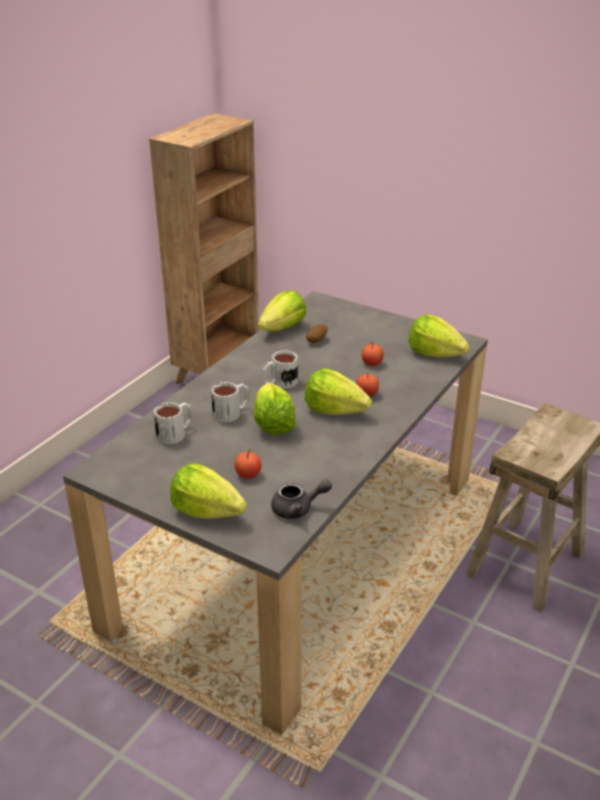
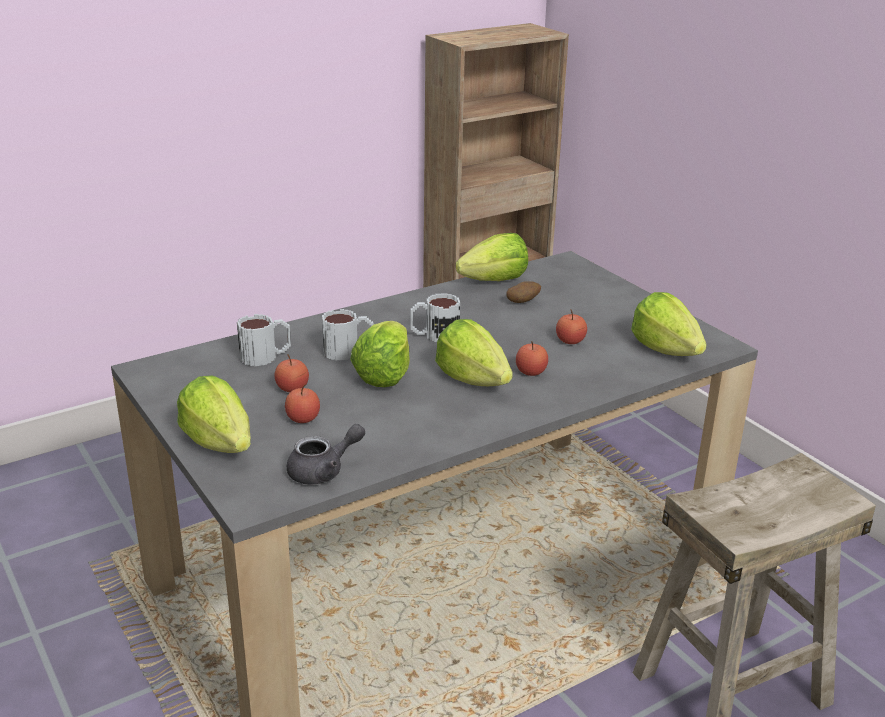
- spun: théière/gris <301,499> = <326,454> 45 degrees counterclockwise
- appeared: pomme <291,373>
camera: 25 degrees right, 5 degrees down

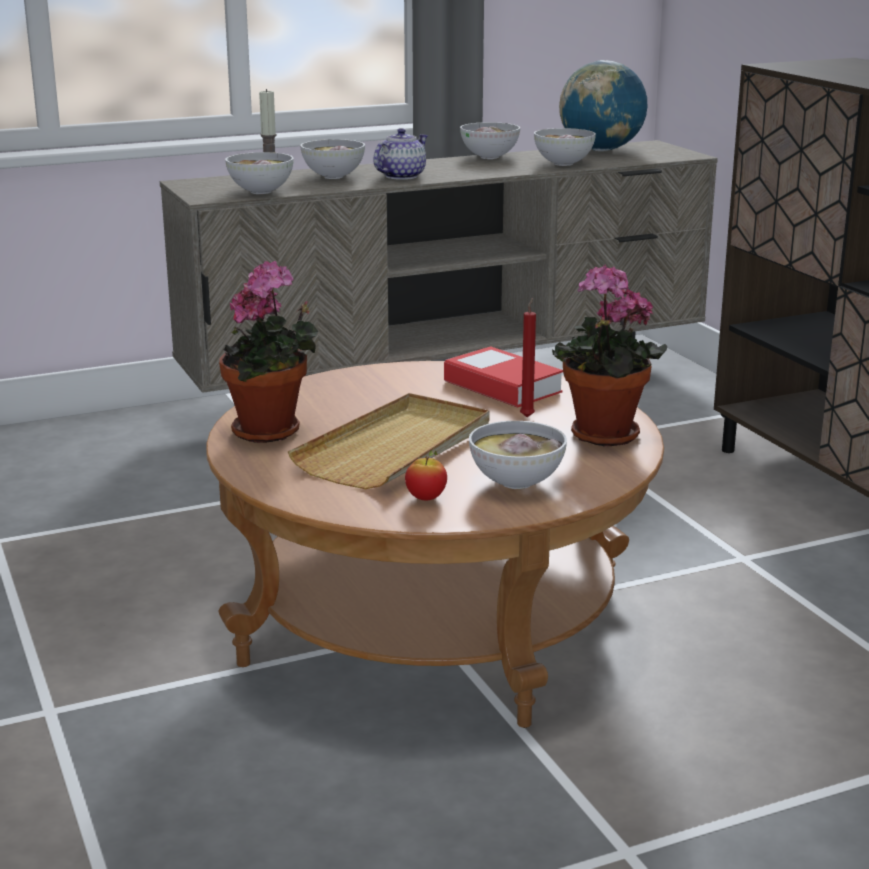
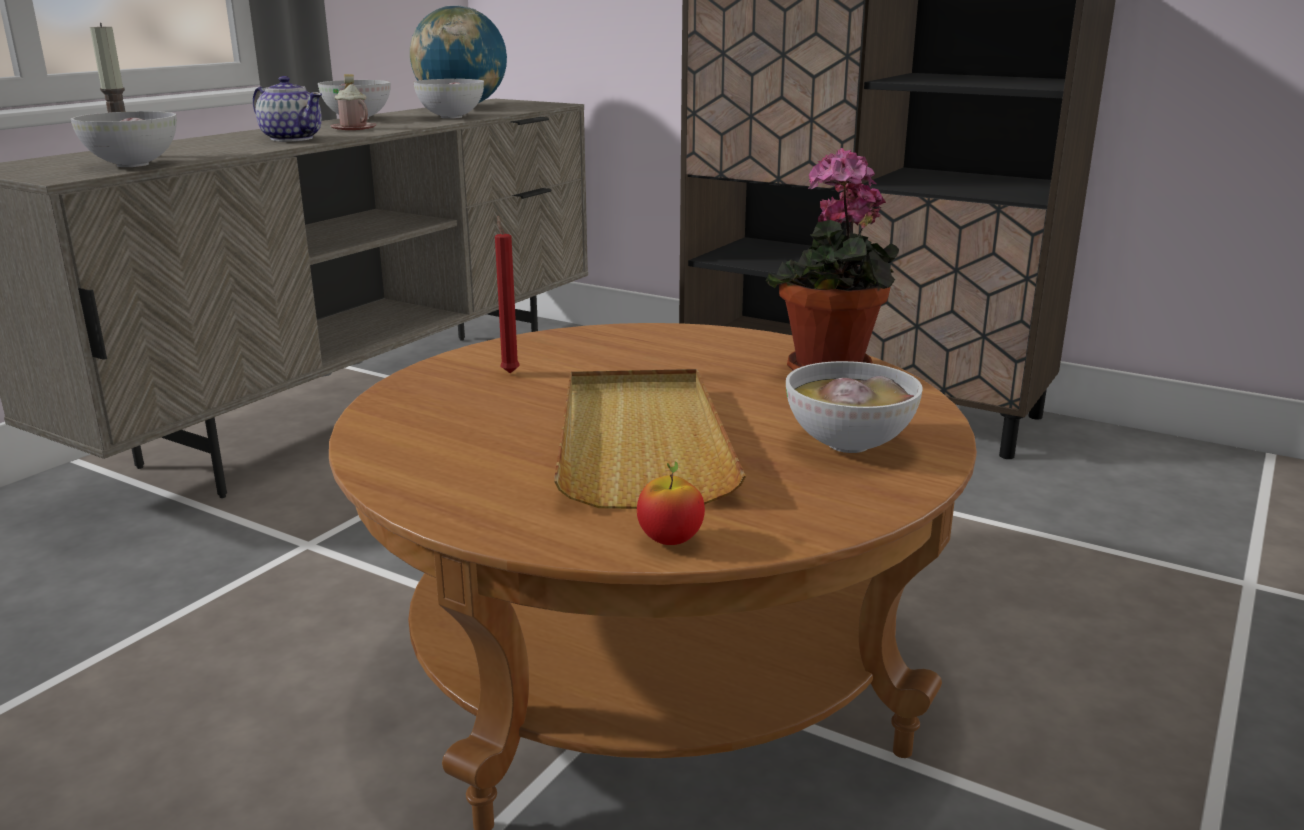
- missing: plante en pot <268,352>
- missing: bol <332,159>
- spun: théière <400,154> = <287,108> 120 degrees clockwise
- relocated: pomme <426,475> to <671,503>
- missing: livre <503,377>
- relocated: bougie/rouge <528,357> to <507,295>
- appeared: mug/rose <354,102>
camera: 35 degrees left, 0 degrees up

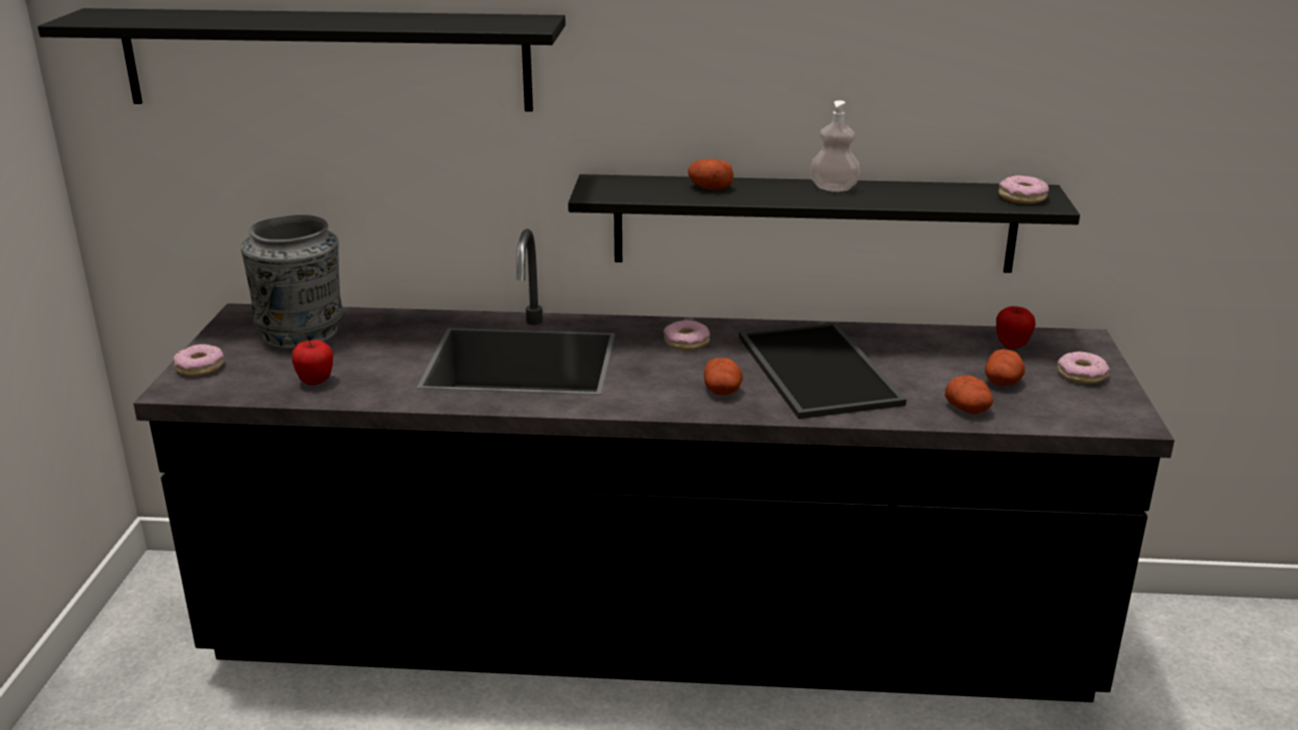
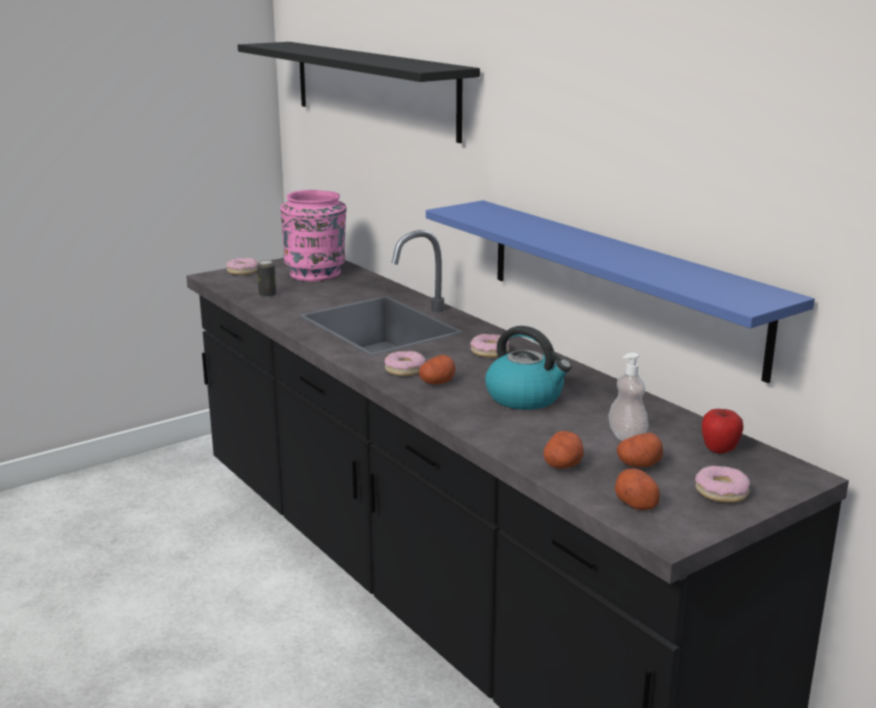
- colour: vase/gris <292,282> to vase/rose <313,236>
- exchanged: pomme <312,362> to boîte métallique <266,278>
- colour: étagère/noir <824,223> to étagère/bleu <620,291>
- relocated: pomme de terre <711,174> to <637,489>
- exchanged: plateau <822,370> to bouilloire <528,368>
- relocated: distributeur de savon <835,146> to <628,397>
- relocated: beignet <1023,189> to <405,363>
camera: 50 degrees right, 5 degrees down

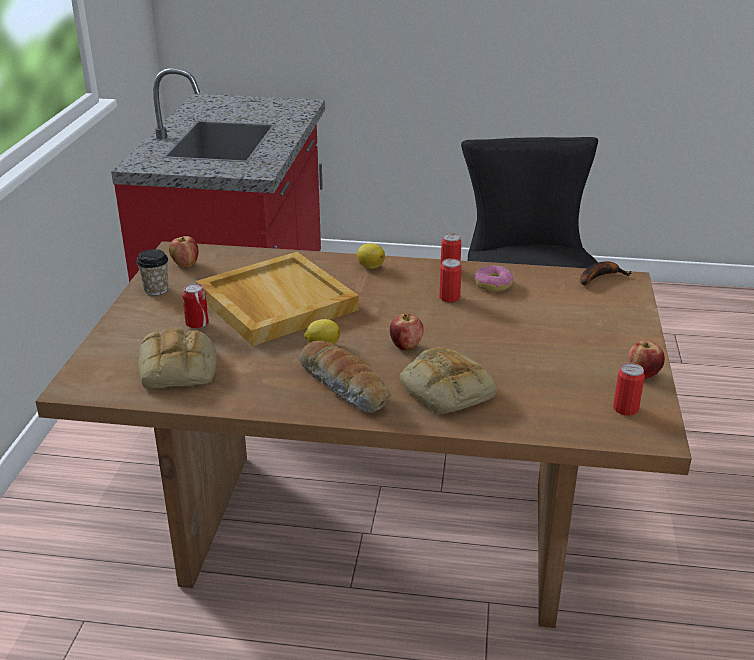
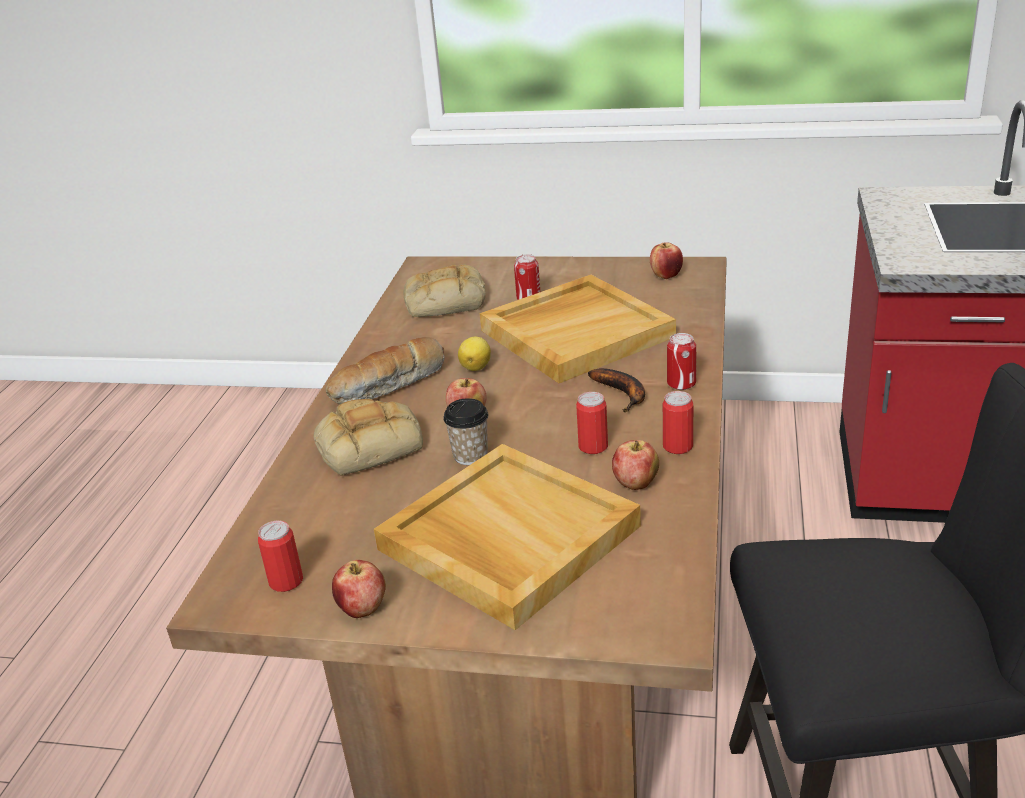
- relocated: tasse <152,272> to <466,431>
- exchanged: citron <371,256> to boîte métallique <681,361>
- exchanged: beignet <493,278> to pomme <635,465>
- relocated: banane <606,273> to <616,390>
- appeared: plateau/beige <507,537>
camera: 95 degrees right, 0 degrees up

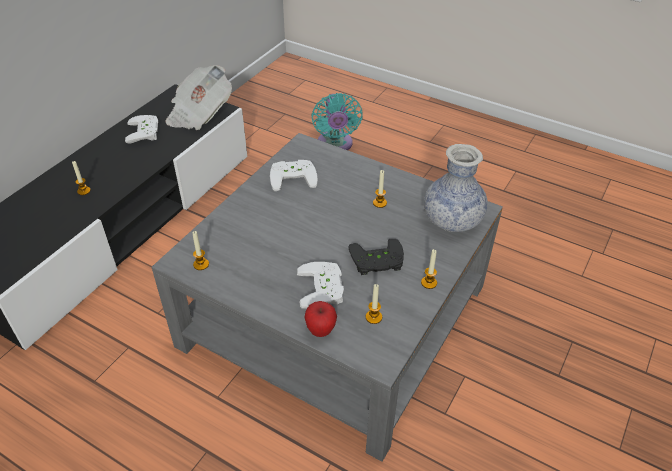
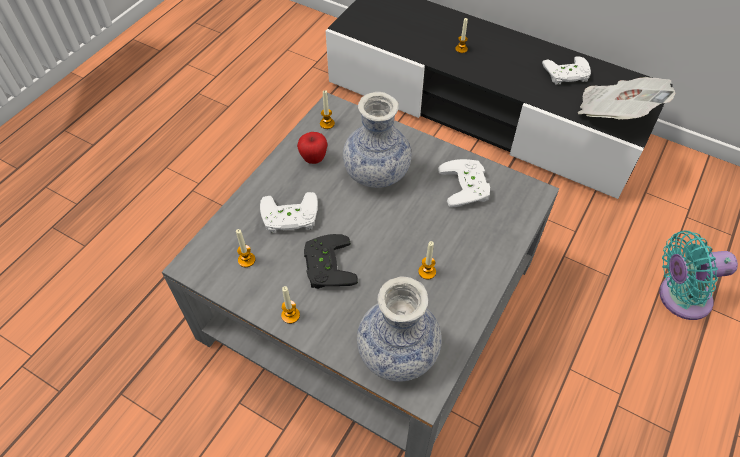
- relocated: pomme <320,319> to <312,148>
- appeared: vase <377,140>
camera: 90 degrees right, 10 degrees up

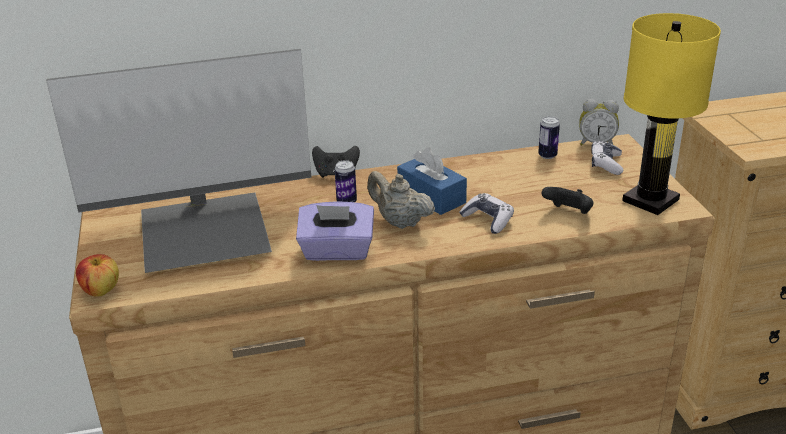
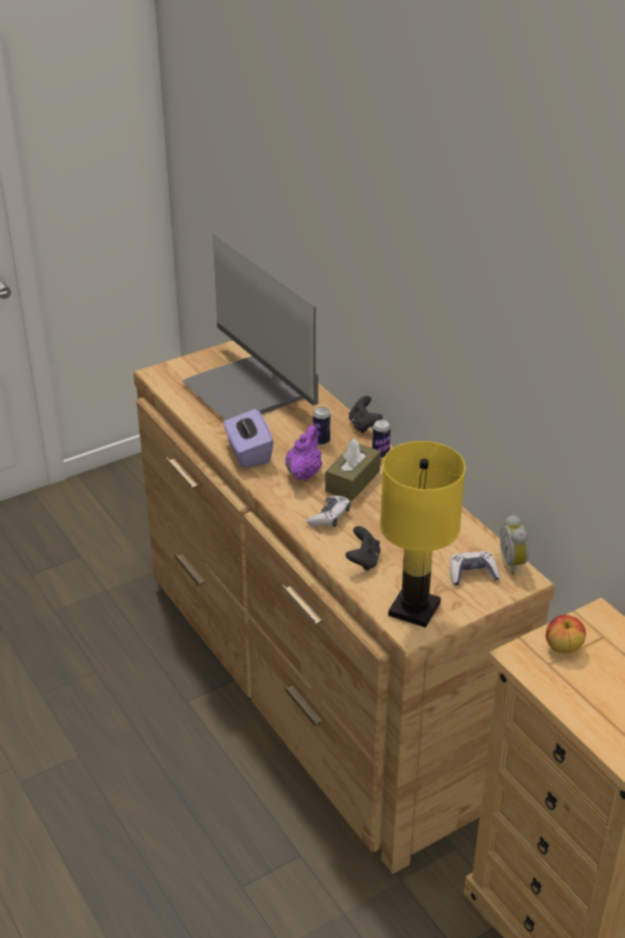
- relocated: pomme <97,275> to <566,634>
- colour: théière/beige <401,200> to théière/violet <303,453>
- colour: boîte à mouchoirs/bleu <432,181> to boîte à mouchoirs/marron <353,470>
- relocated: boîte métallique <549,137> to <381,439>
camera: 70 degrees right, 5 degrees up

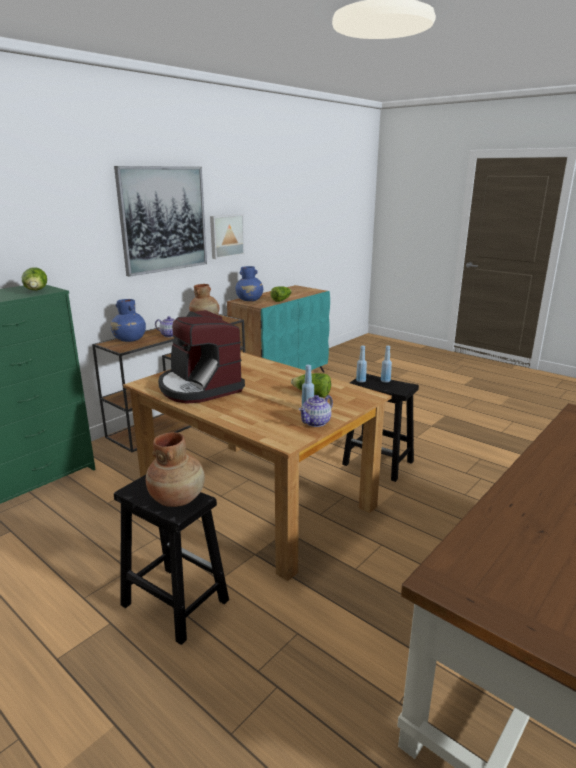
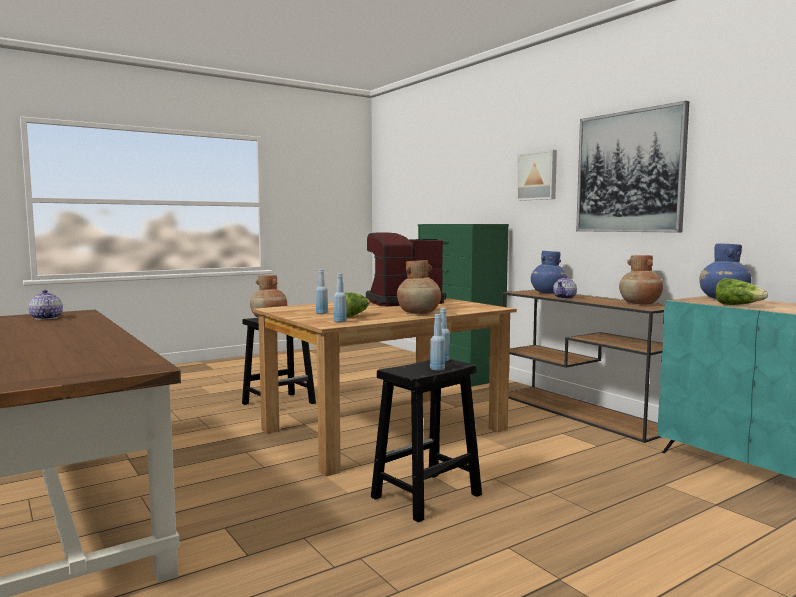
- missing: laitue <34,278>
- relocated: tableau <227,236> to <536,175>
- relocated: théière <316,411> to <46,305>
- appeared: bouteille/bleu <340,298>
- appeared: vase/marron <419,287>
camera: 105 degrees right, 15 degrees down

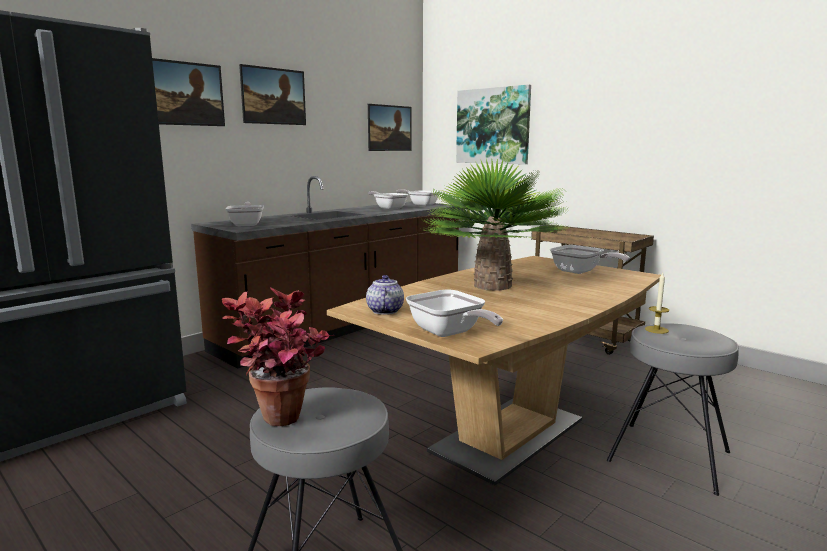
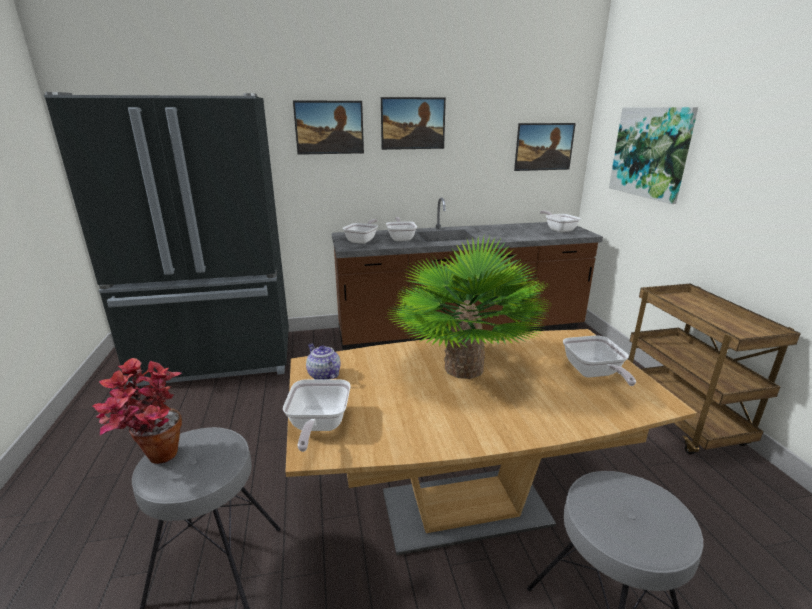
- spun: théière <385,295> = <323,361> 75 degrees counterclockwise
- relocated: poêle <388,200> to <401,229>
- missing: bougie <657,303>
camera: 35 degrees right, 10 degrees up

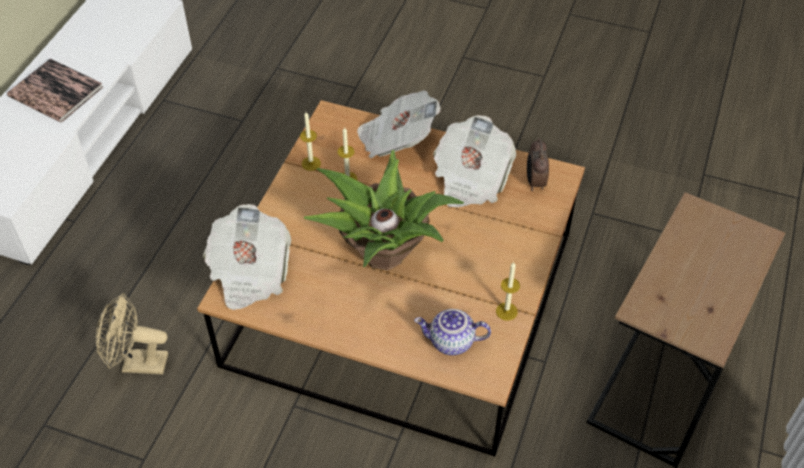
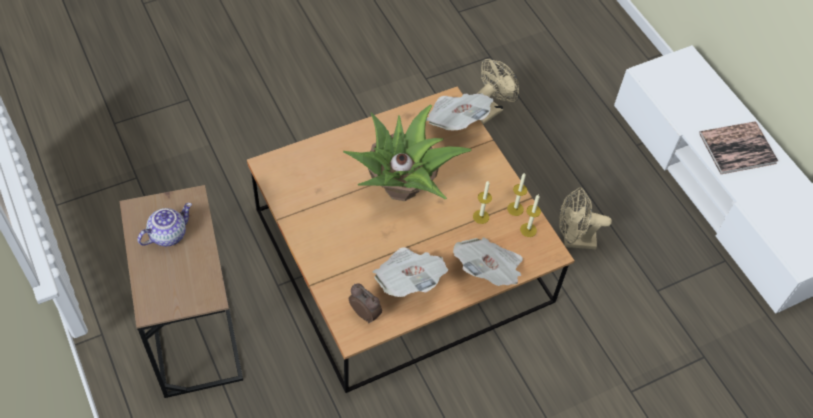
- relocated: théière <452,332> to <164,224>
- relocated: bougie <508,291> to <530,215>
- appeared: ventilateur/beige <585,218>
camera: 130 degrees right, 5 degrees up

